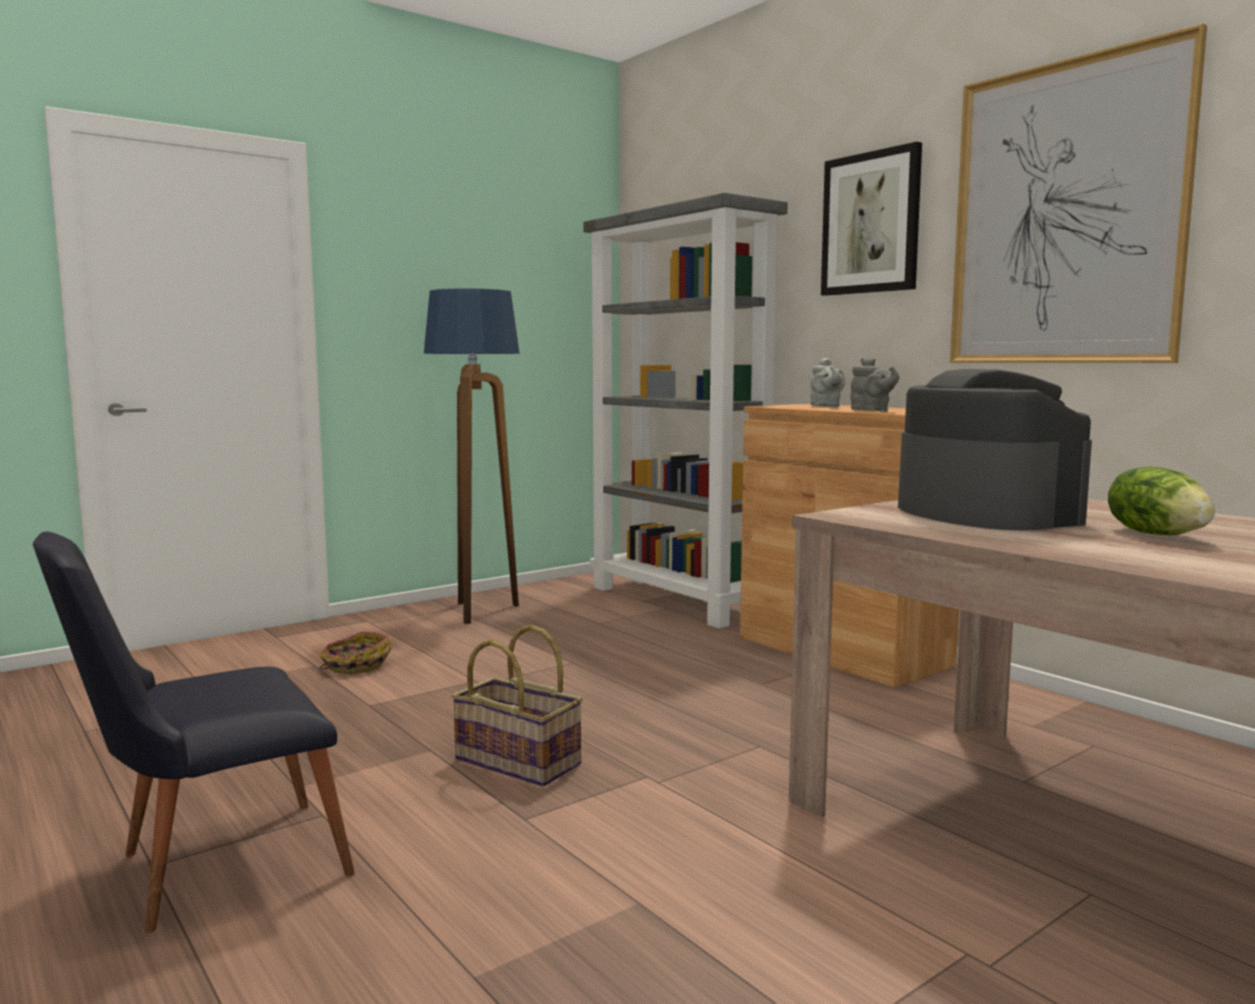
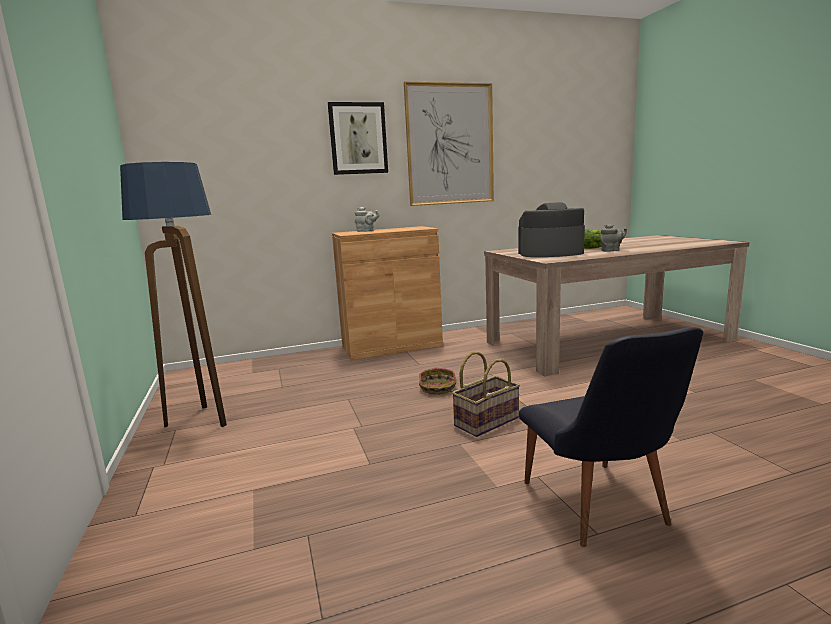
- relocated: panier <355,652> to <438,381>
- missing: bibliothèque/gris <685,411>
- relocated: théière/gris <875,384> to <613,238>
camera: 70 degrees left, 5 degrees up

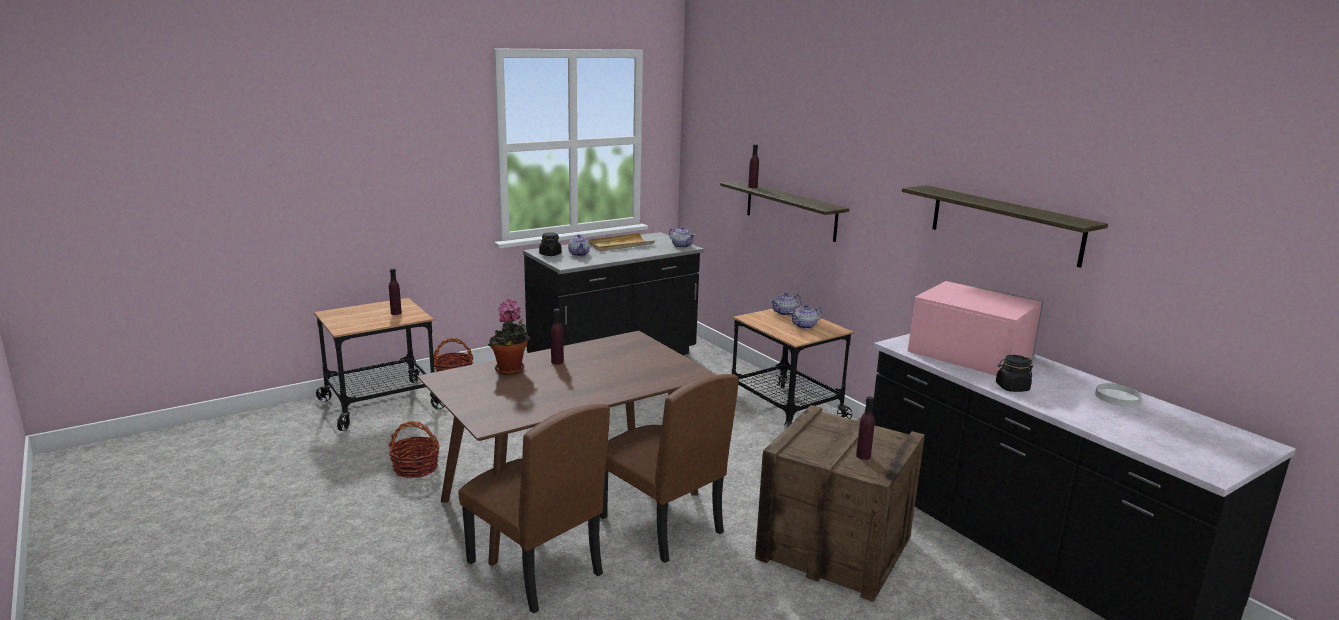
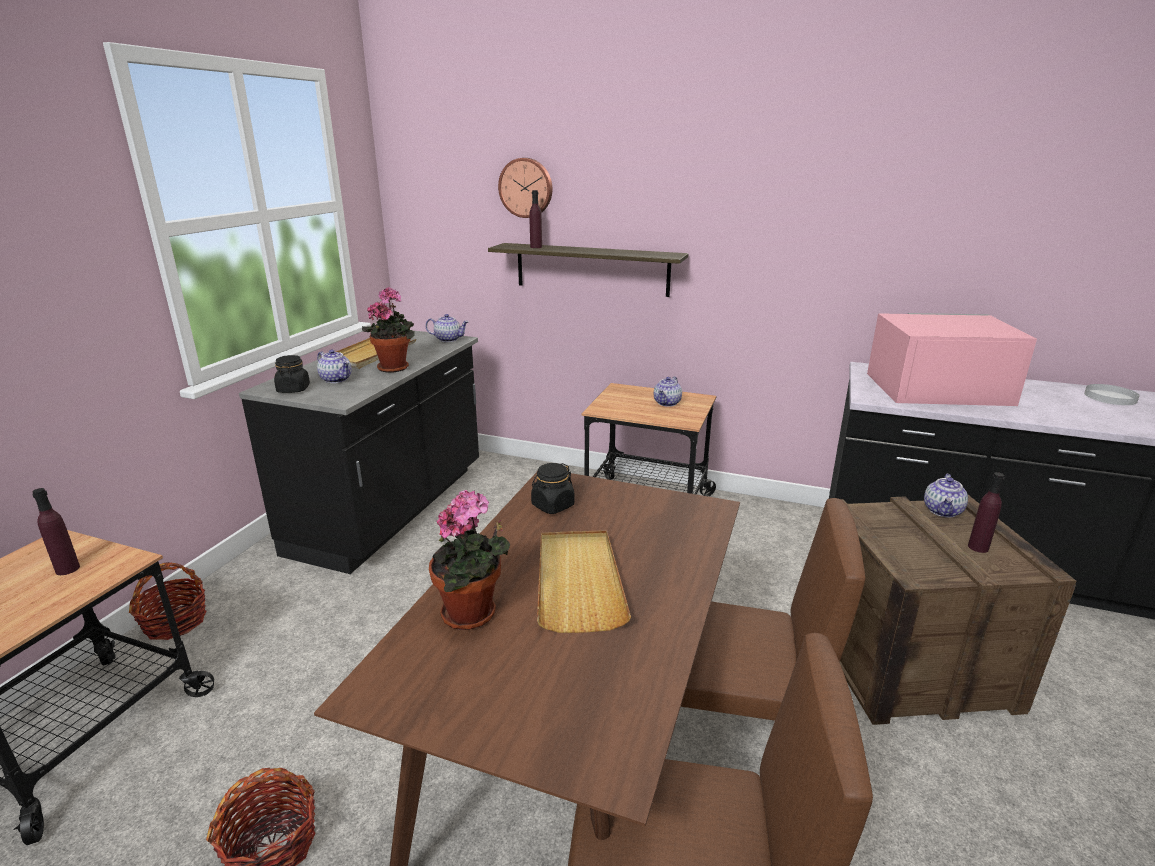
- missing: bouteille/violet <557,336>
- relocated: théière <786,304> to <946,495>
- missing: étagère <1005,226>
- relocated: bocal/noir <1014,373> to <552,488>
- appeared: plante en pot <388,330>
- appeared: horloge murale <525,188>
- appeared: plateau/beige <584,581>
camera: 35 degrees left, 5 degrees up

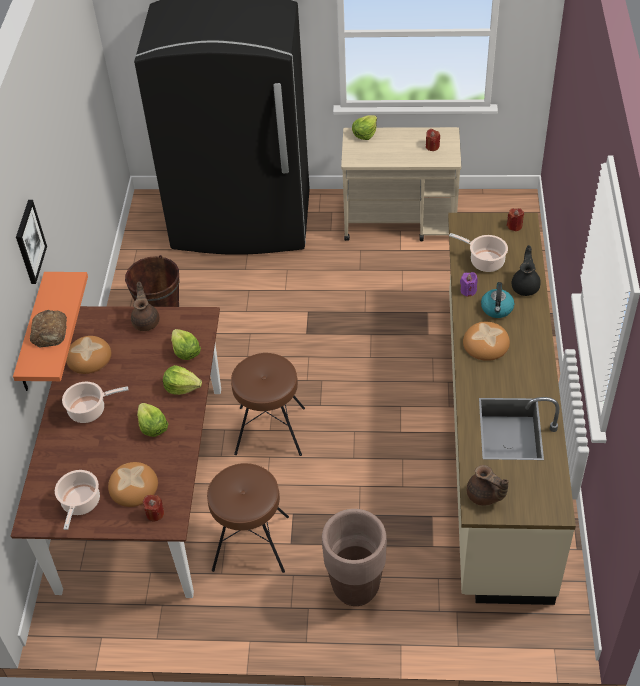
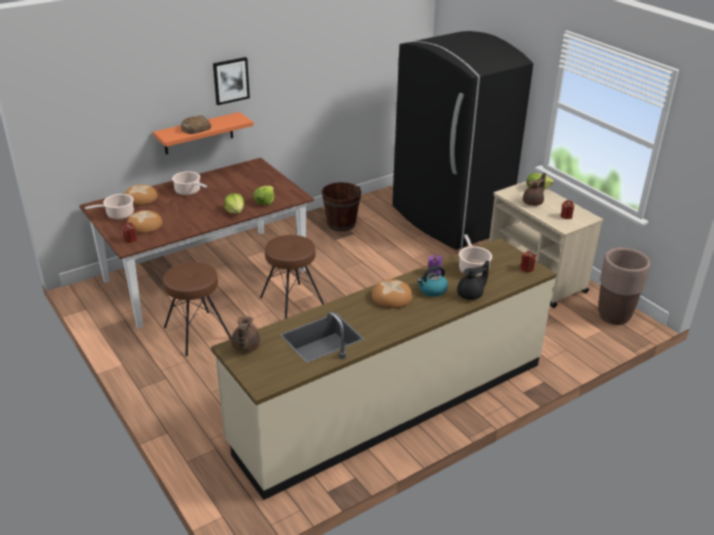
- relocated: pain <88,355> to <141,195>
- relocated: théière/marron <145,306> to <534,189>
- missing: laitue <152,420>
- relocated: cache-pot/marron <354,557> to <624,286>
camera: 50 degrees right, 15 degrees down

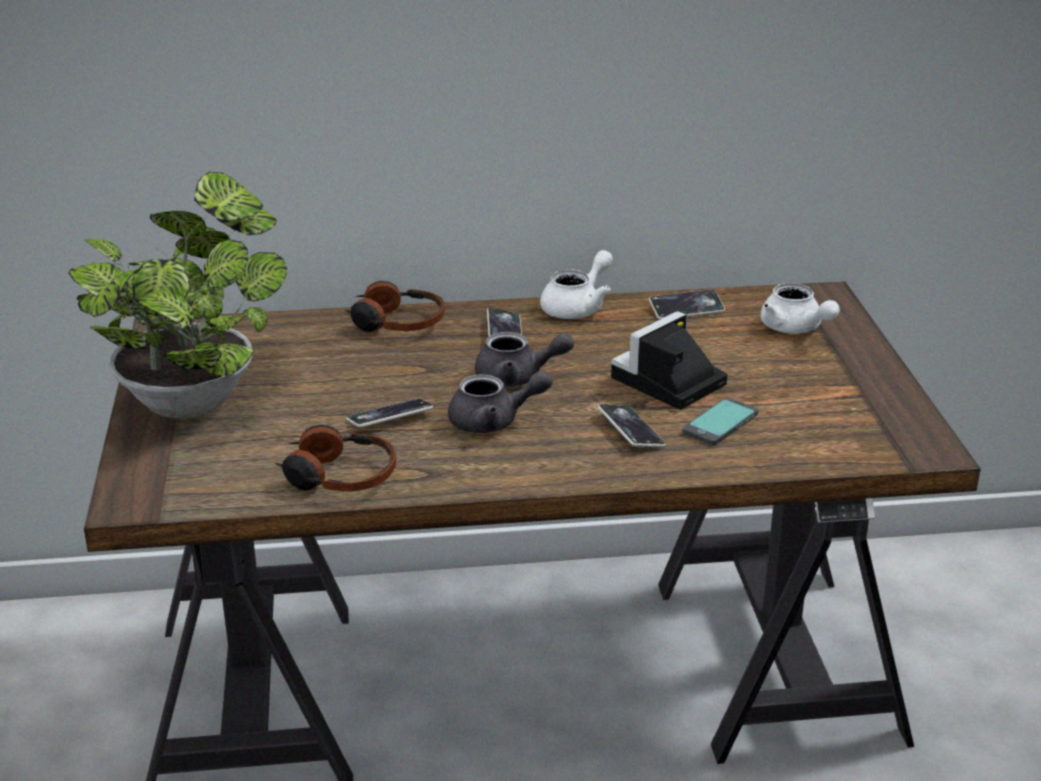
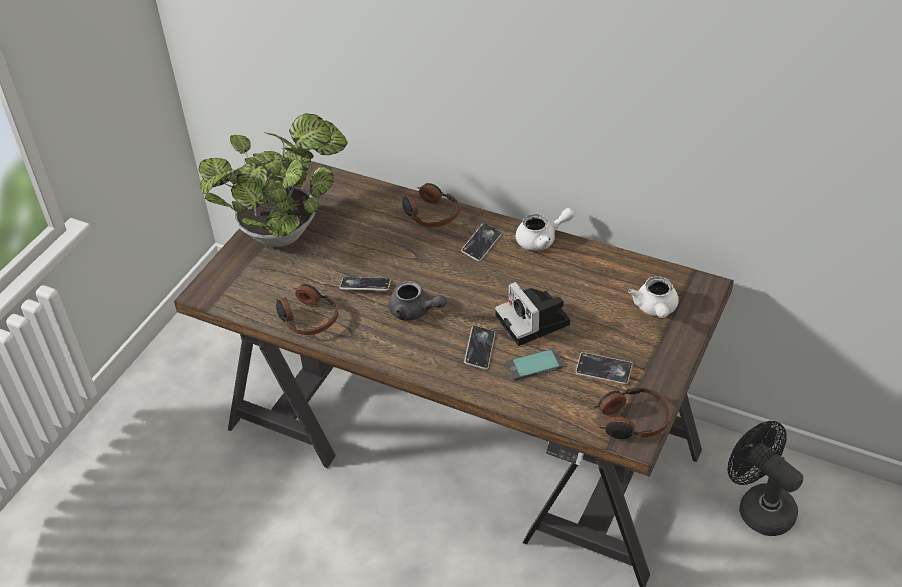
- missing: théière/gris <524,359>
- spun: appareil photo <669,360> = <532,314> 105 degrees counterclockwise
- relocated: téléphone <687,304> to <604,368>
- appeared: casque audio <631,413>
- appeared: ventilateur/noir <765,478>
camera: 35 degrees right, 15 degrees up

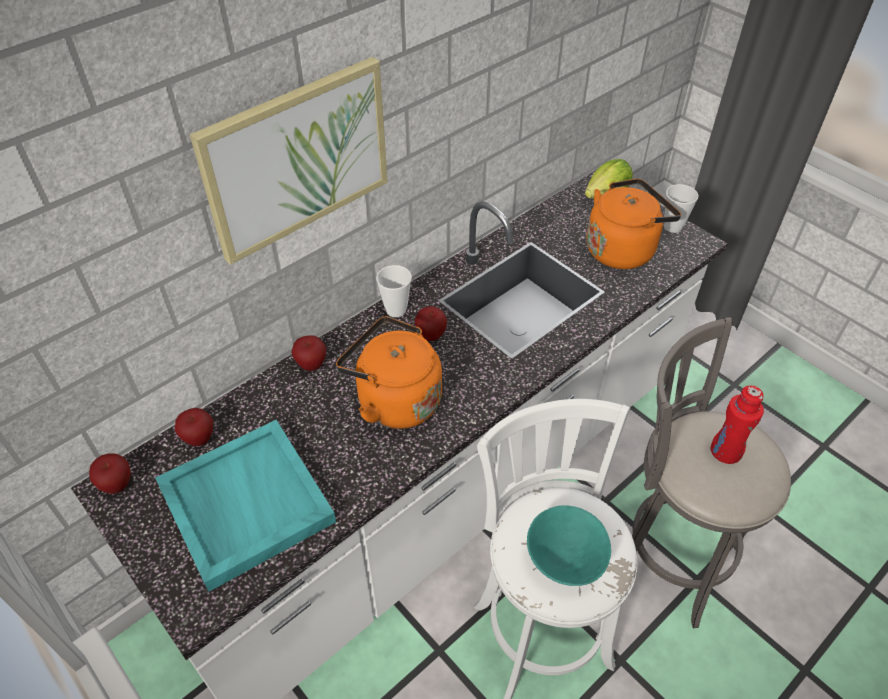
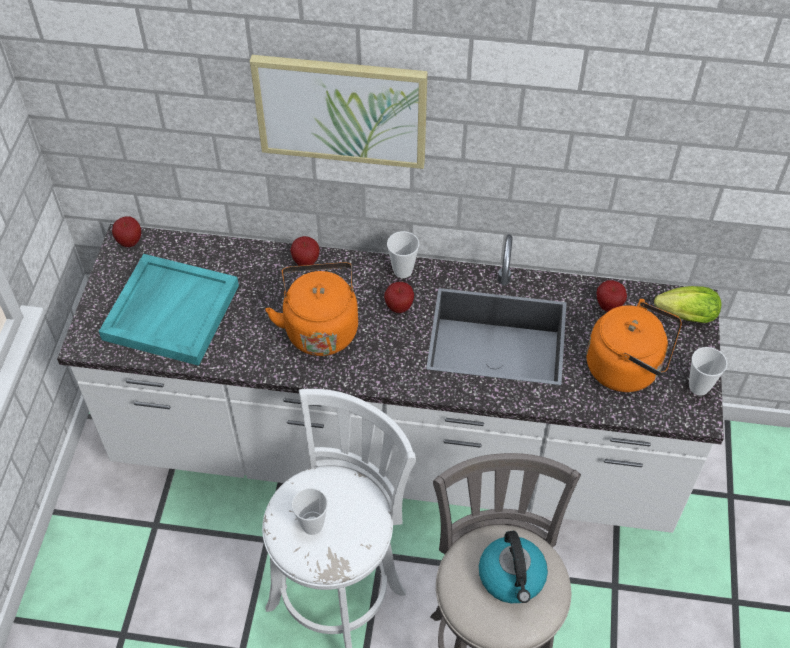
- relocated: pomme <194,427> to <612,296>
- exchanged: bol/turquoise <569,545> to tasse <310,511>
- exchanged: bouteille/rouge <737,425> to bouilloire <513,567>
camera: 50 degrees right, 5 degrees up

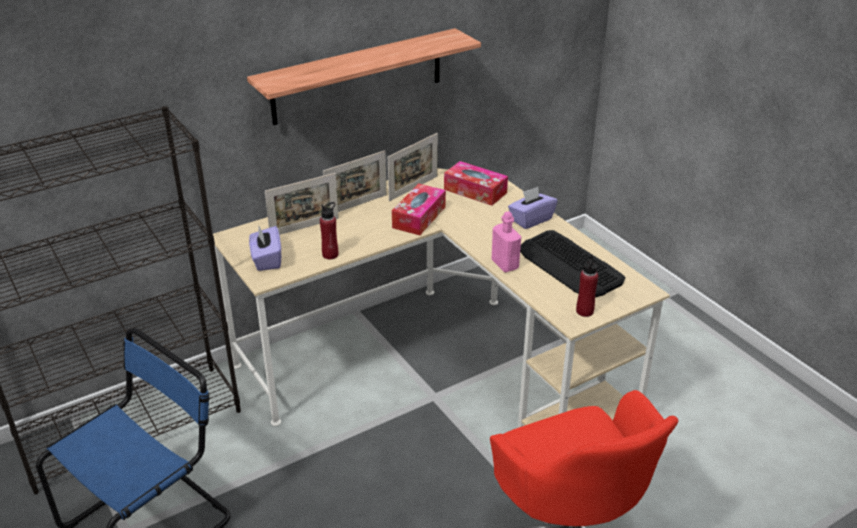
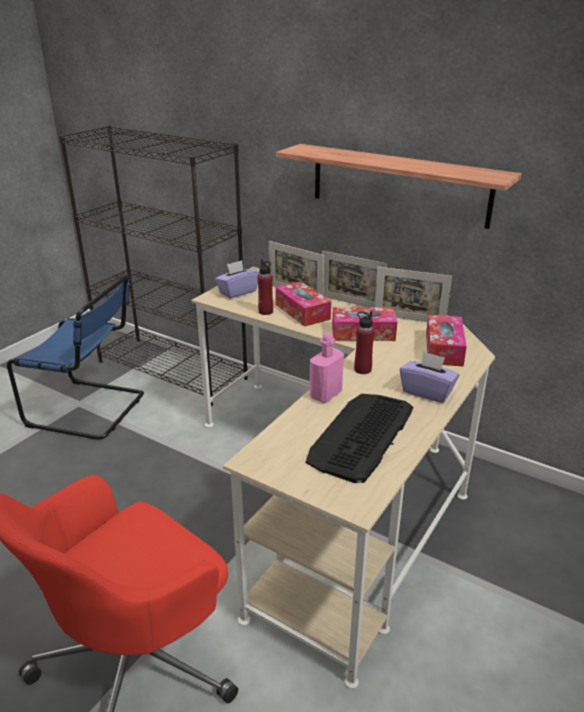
- relocated: bouteille/rouge <587,286> to <364,342>
- appeared: boîte à mouchoirs <303,304>
camera: 65 degrees right, 5 degrees down

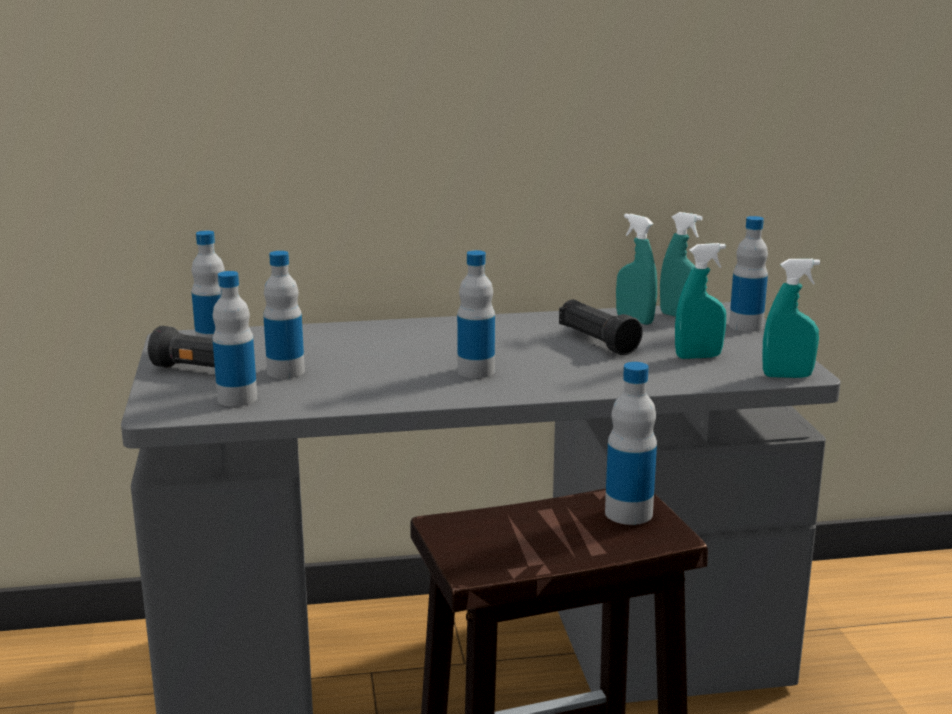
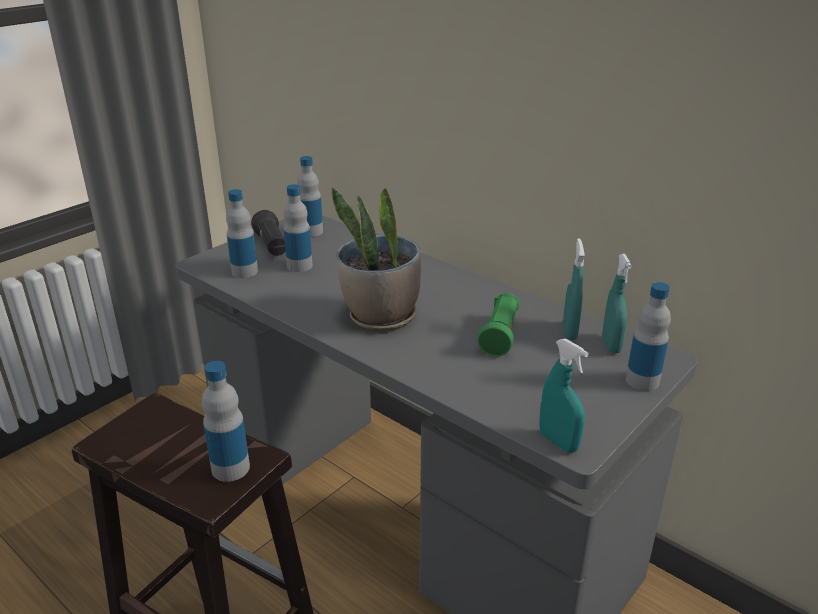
- exchanged: bouteille <476,314> to plante en pot <376,259>
- colour: lampe de poche/noir <600,327> to lampe de poche/vert <498,324>
- missing: vaporisateur/turquoise <700,301>
camera: 50 degrees right, 10 degrees up

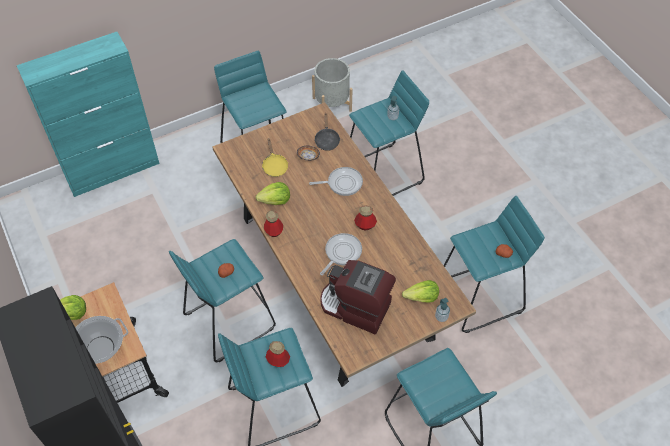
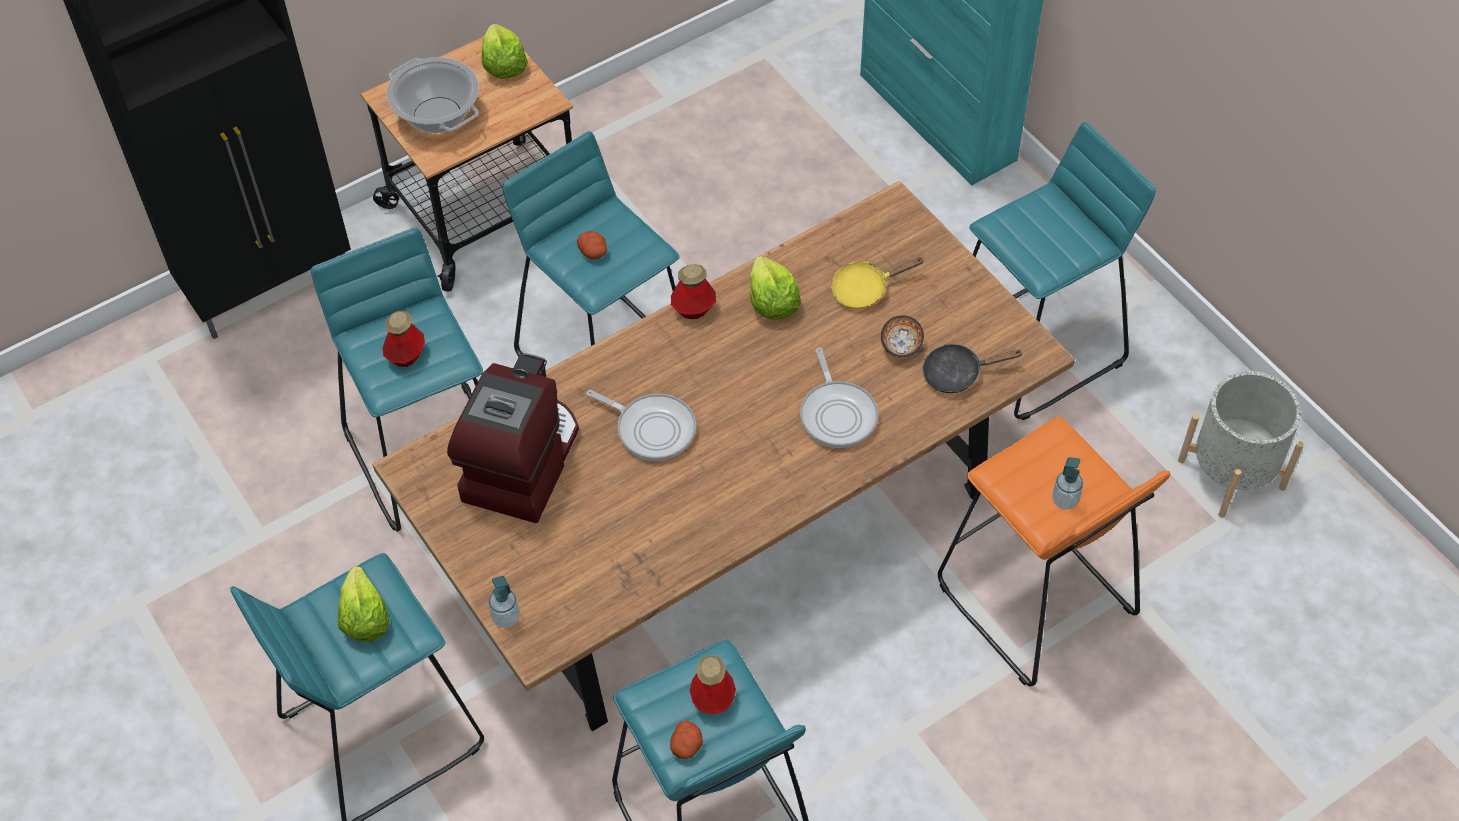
- colour: tabouret/turquoise <389,133> to tabouret/orange <1054,551>
- relocated: bouteille <365,218> to <713,685>
- relocated: laitue <420,291> to <363,604>
camera: 85 degrees right, 0 degrees up

